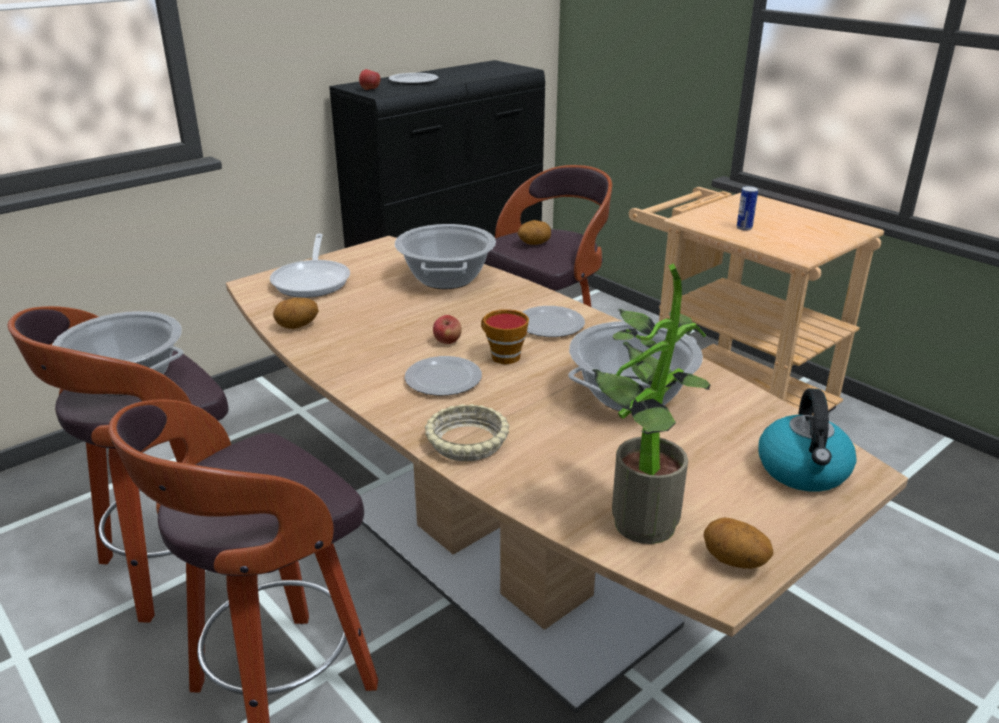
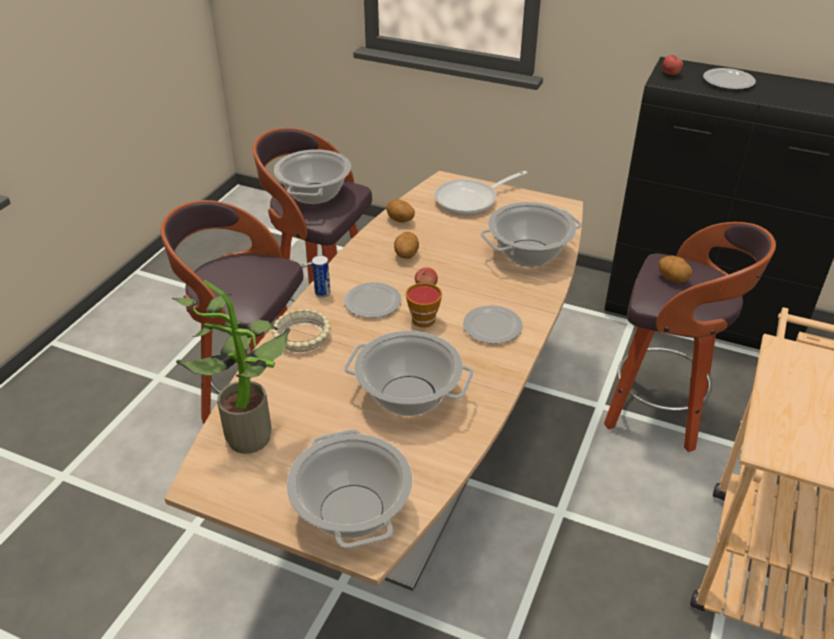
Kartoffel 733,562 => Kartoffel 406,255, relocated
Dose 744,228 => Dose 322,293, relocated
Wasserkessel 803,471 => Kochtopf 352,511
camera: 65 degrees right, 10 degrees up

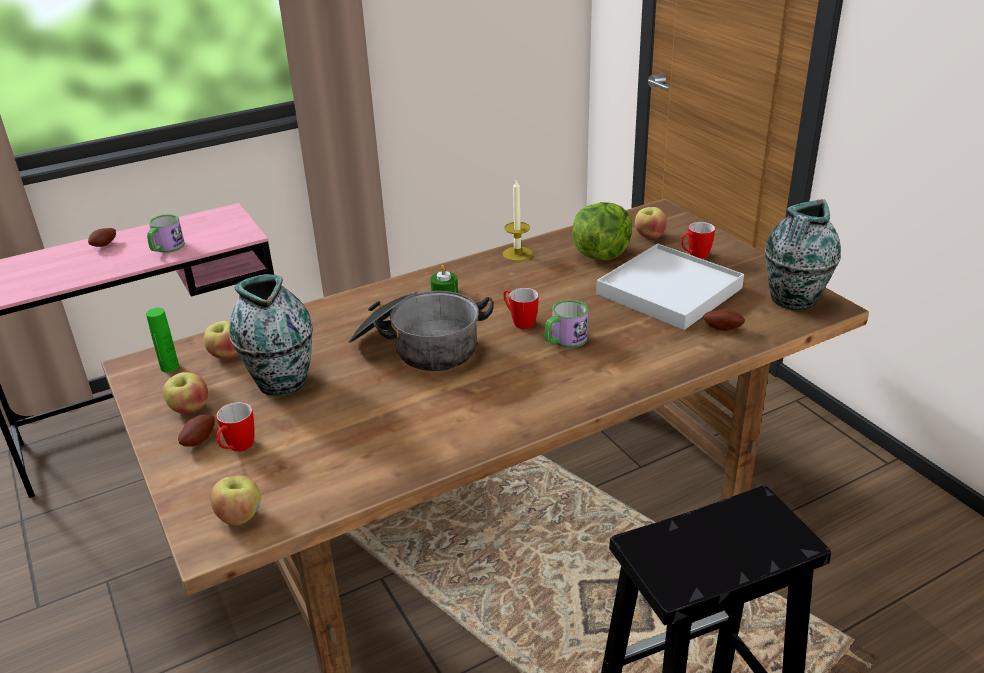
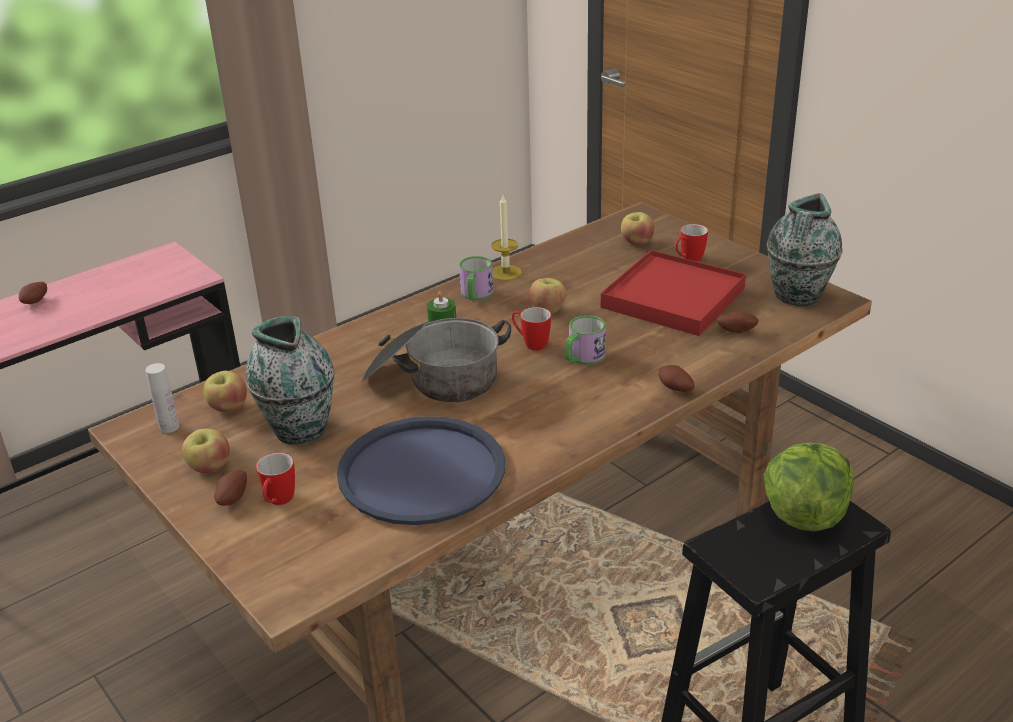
nothing => Tablett (blau) 421,472
nothing => Kartoffel 674,389
Henkelbecher 166,248 => Henkelbecher 475,295, relocated
Apfel 240,516 => Apfel 548,309, relocated
Salatkopf 601,254 => Salatkopf 804,514, relocated
Flasche (grün) 169,367 => Flasche (weiß) 169,427
Tablett (weiß) 669,291 => Tablett (rot) 673,298
camera: 10 degrees left, 0 degrees up

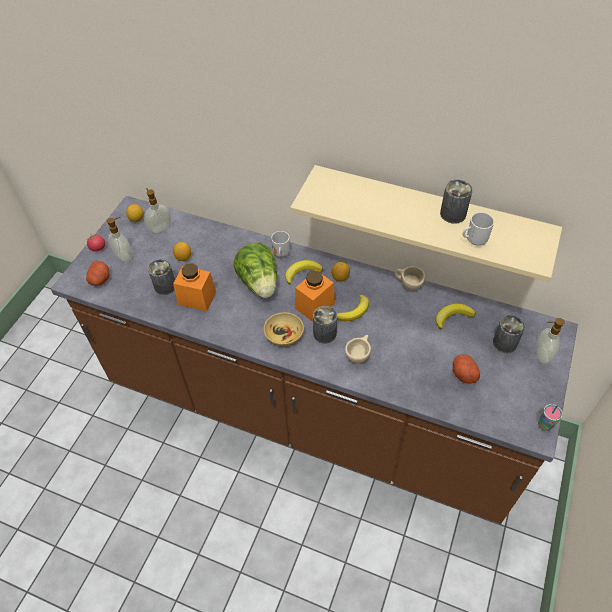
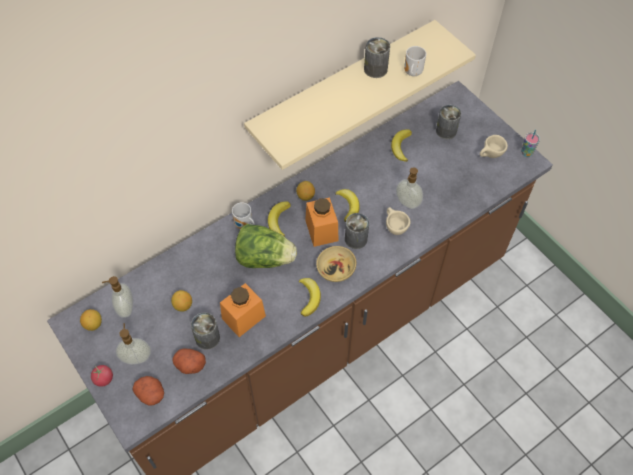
nothing => Banane 309,297
Tasse (beige) 407,286 => Tasse (beige) 490,156, relocated
Kartoffel 463,373 => Kartoffel 189,365, relocated
Seifenspender 541,355 => Seifenspender 407,203, relocated
camera: 60 degrees left, 5 degrees up

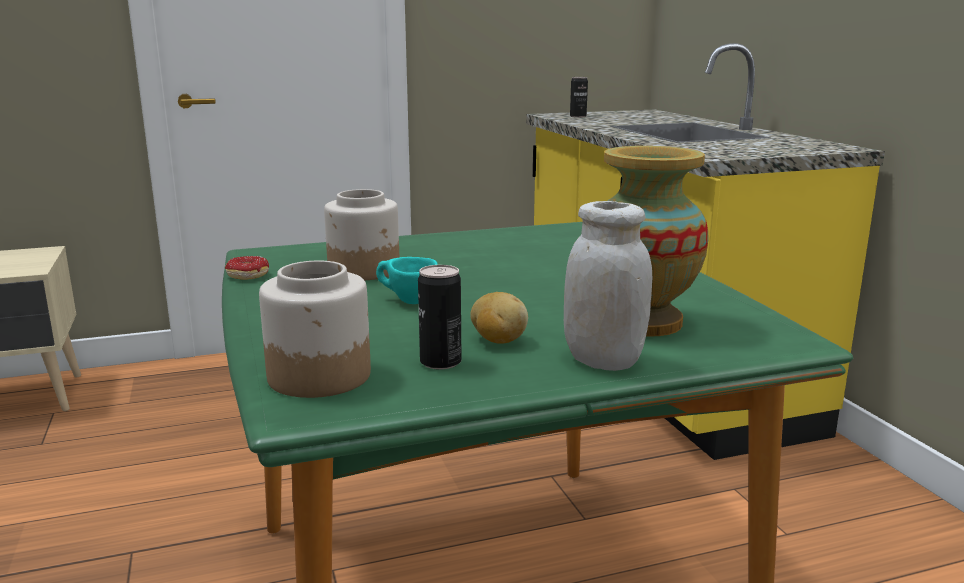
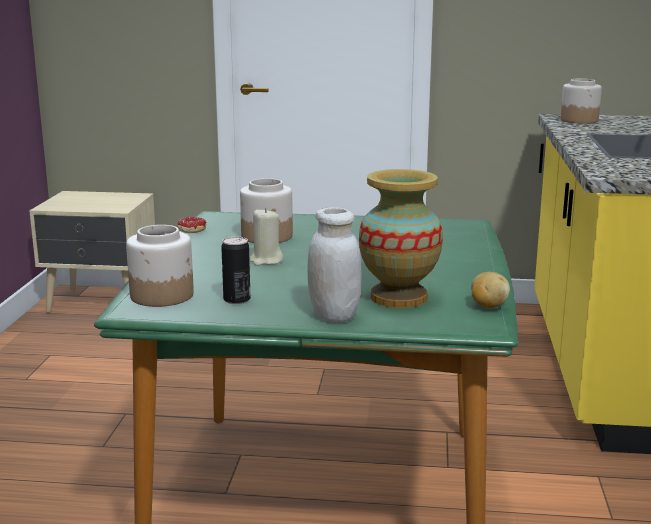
Kartoffel 497,341 => Kartoffel 487,306, relocated
Tasse (türkis) 406,301 => Kerze (beige) 266,261
Dose 578,116 => Vorratsglas 579,120
camera: 25 degrees right, 0 degrees up

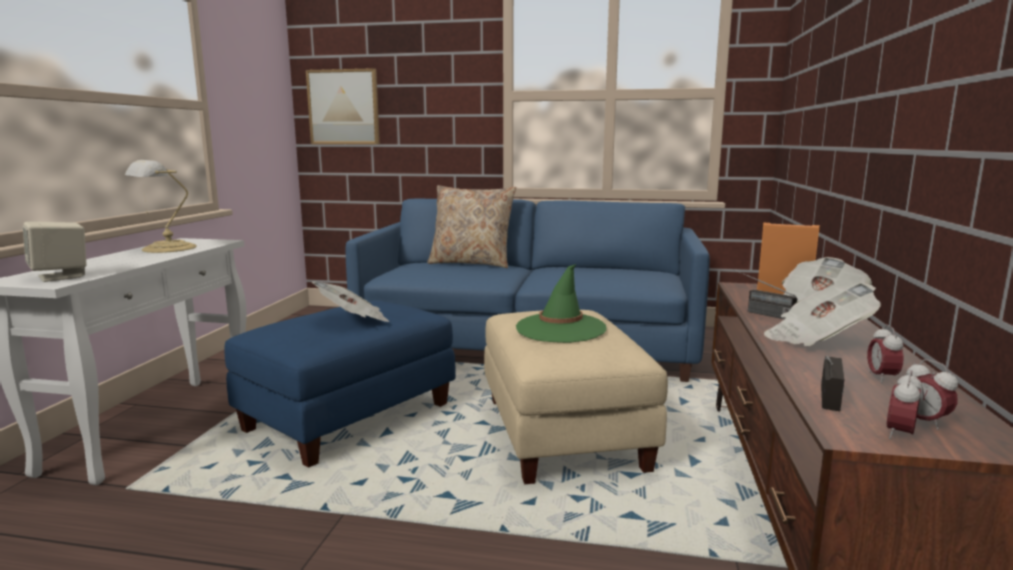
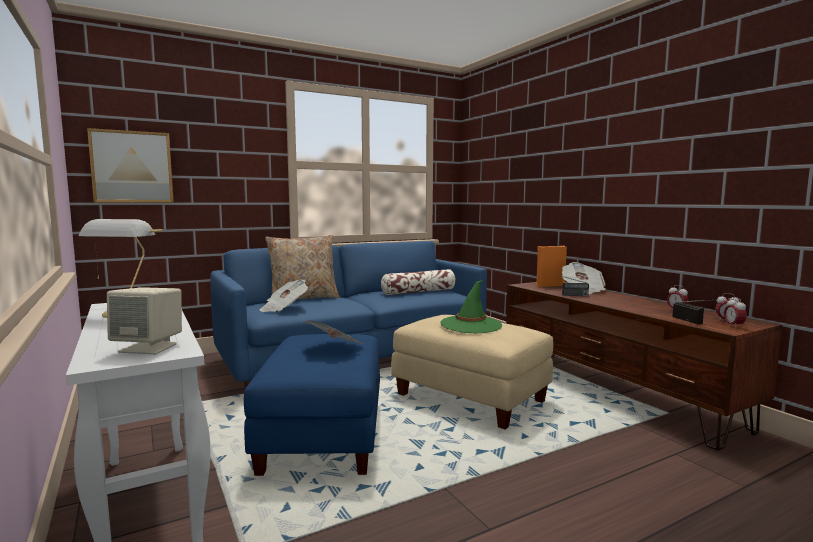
nothing => Kissen 419,292
Zeitung 816,339 => Zeitung 284,308, relocated
camera: 40 degrees left, 5 degrees down

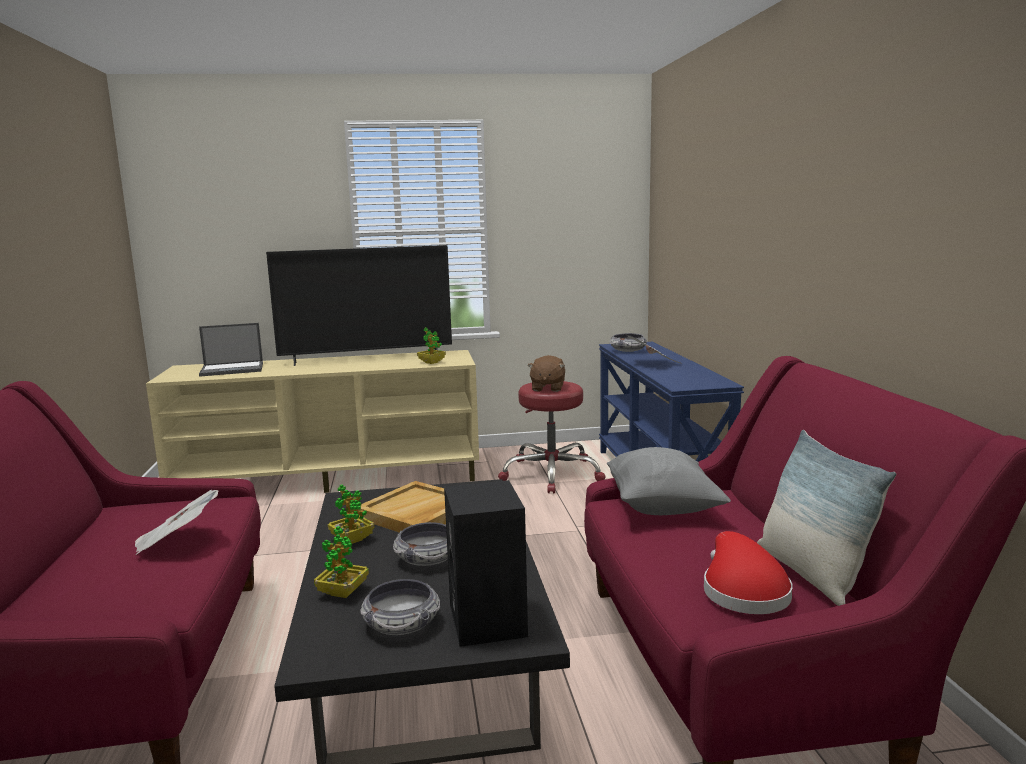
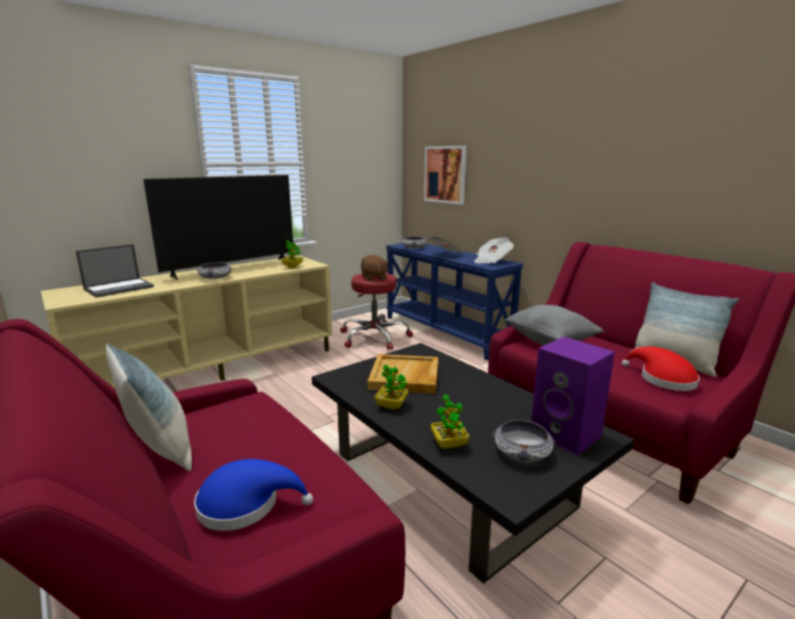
nothing => Kissen 160,449
nothing => Hut (blau) 245,504
nothing => Bild 445,174
Zeitung 176,543 => Zeitung 491,261, relocated
Schüssel 427,559 => Schüssel 215,278, relocated
Lautsprecher (schwarz) 489,622 => Lautsprecher (lila) 567,434
camera: 30 degrees left, 5 degrees up

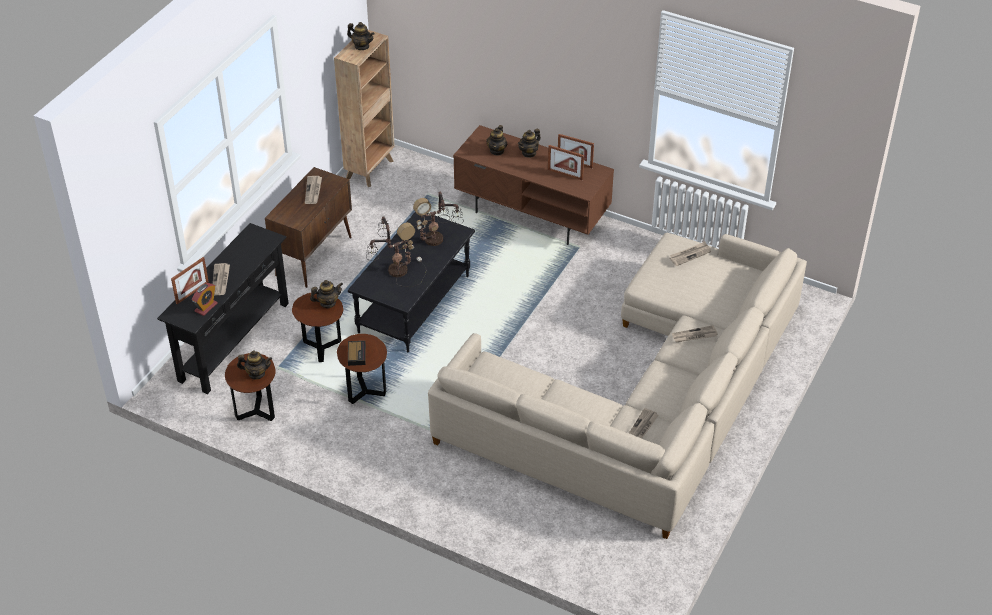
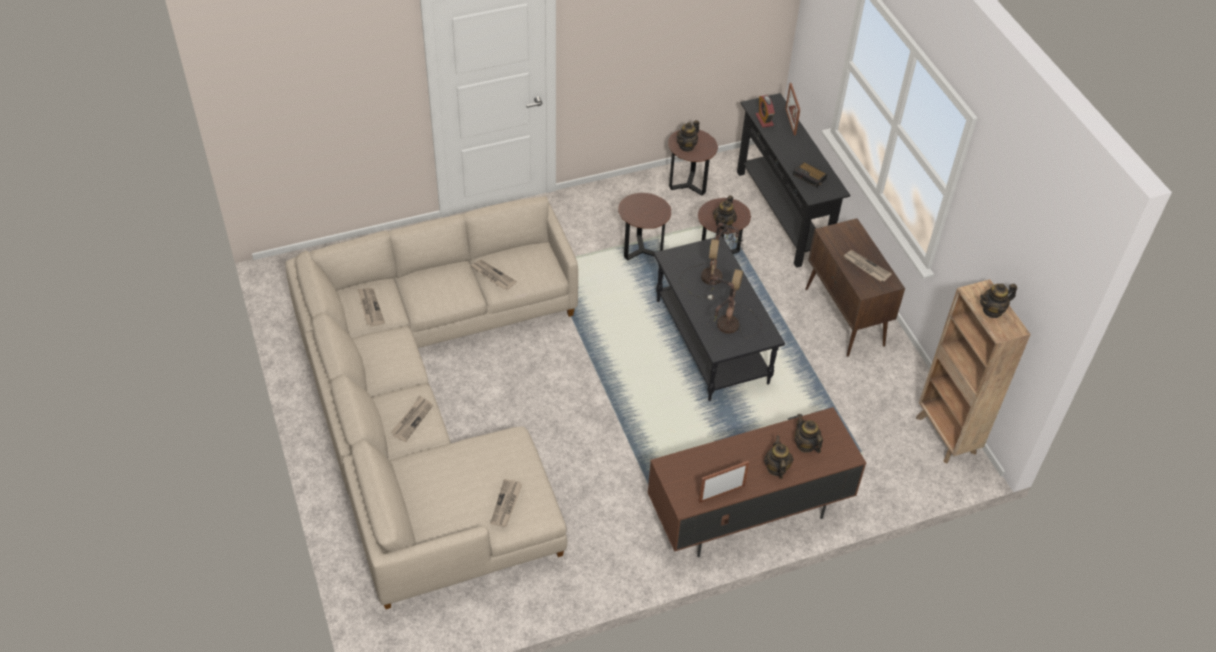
Bilderrahmen 565,174 => nothing
Zeitung 221,280 => Zeitung 492,276, relocated
Wecker 356,354 => Wecker 810,177, relocated
camera: 130 degrees right, 5 degrees up

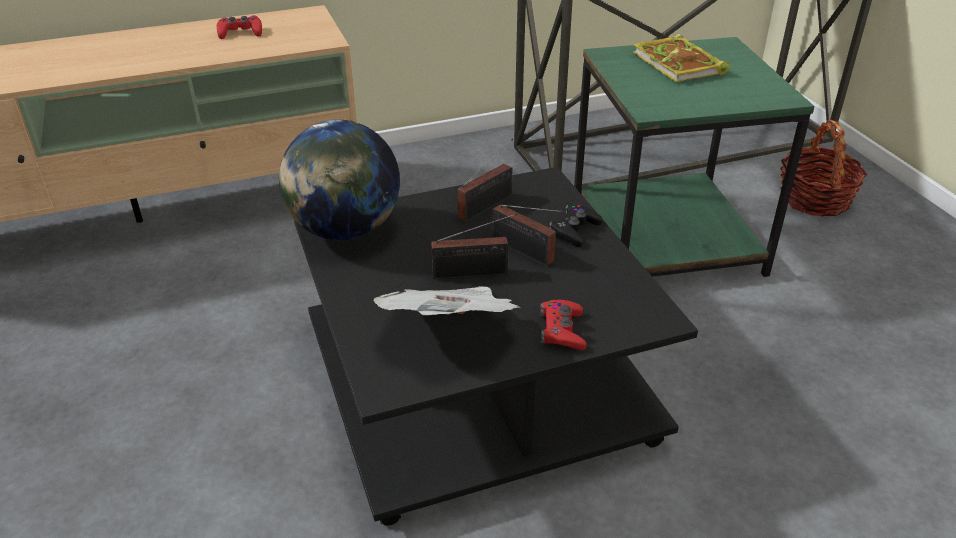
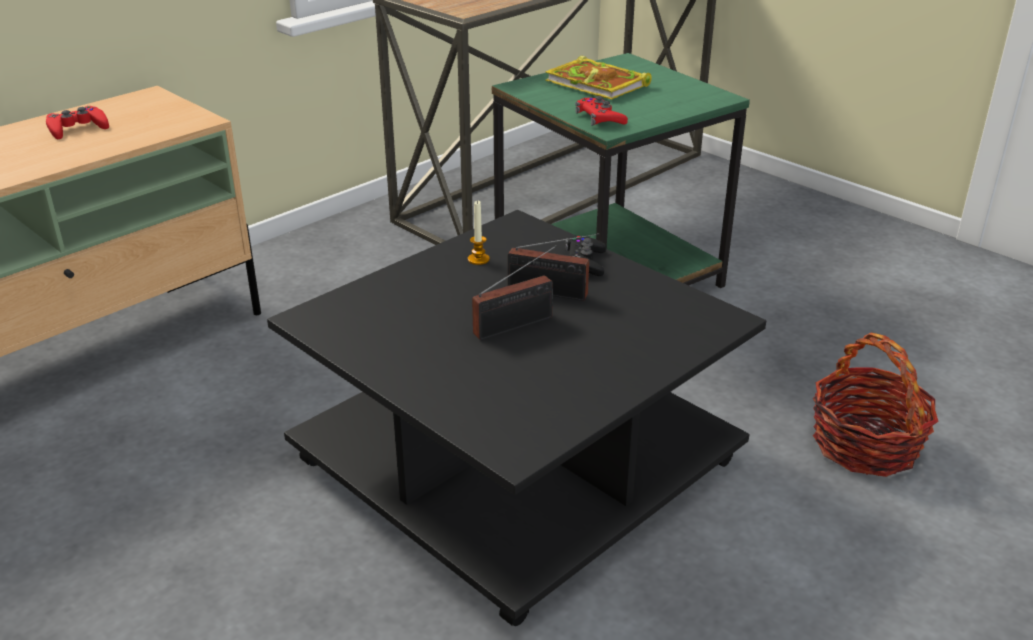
Globus 345,231 => nothing
Zeitung 451,329 => nothing
Gamepad (rot) 562,330 => Gamepad (rot) 600,118, relocated
Korb 815,199 => Korb 865,445, relocated
Radio 488,205 => Kerze 478,259
camera: 25 degrees left, 5 degrees down

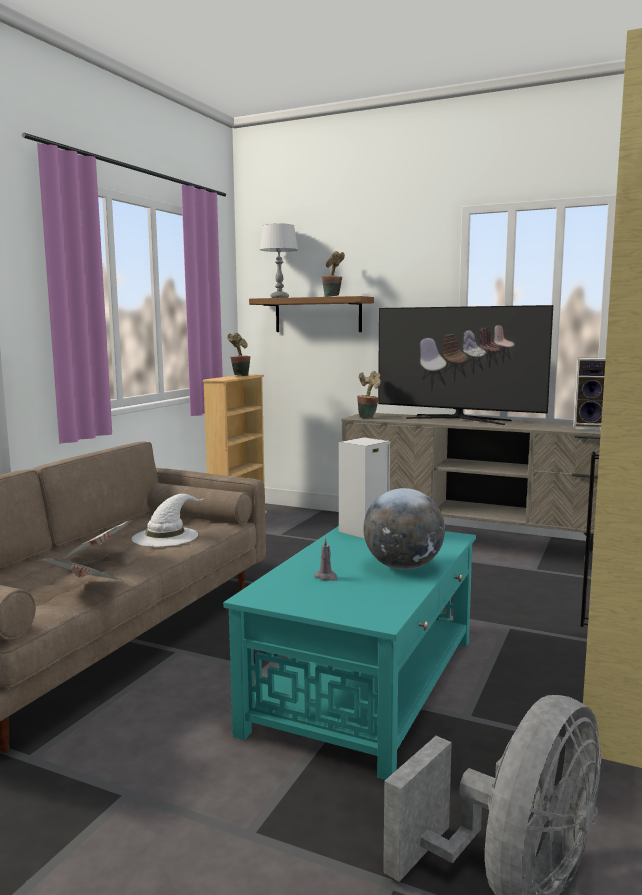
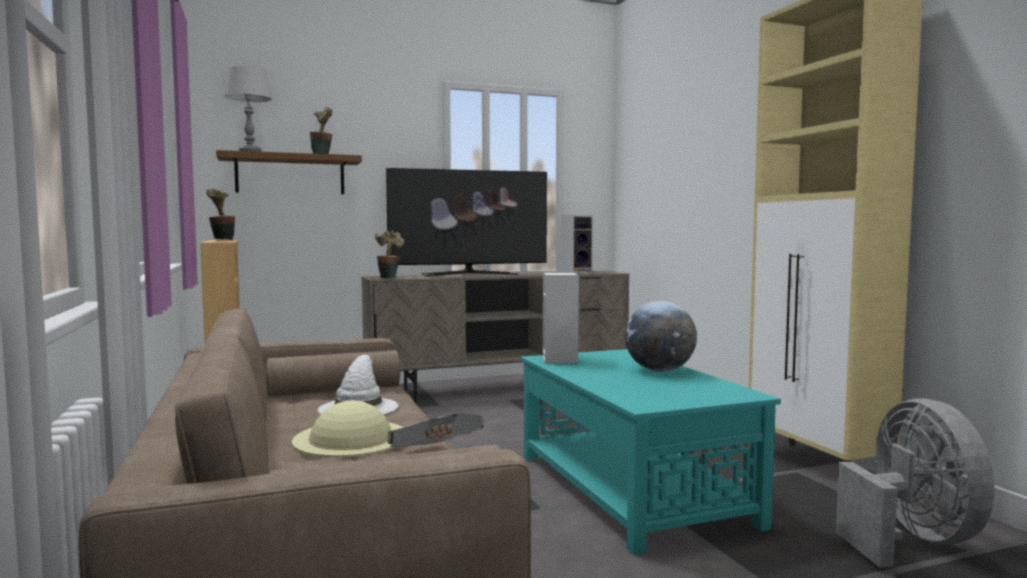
Kerze (grau) 326,577 => nothing
Zeitung 96,559 => Hut (beige) 351,438
camera: 45 degrees left, 5 degrees down

